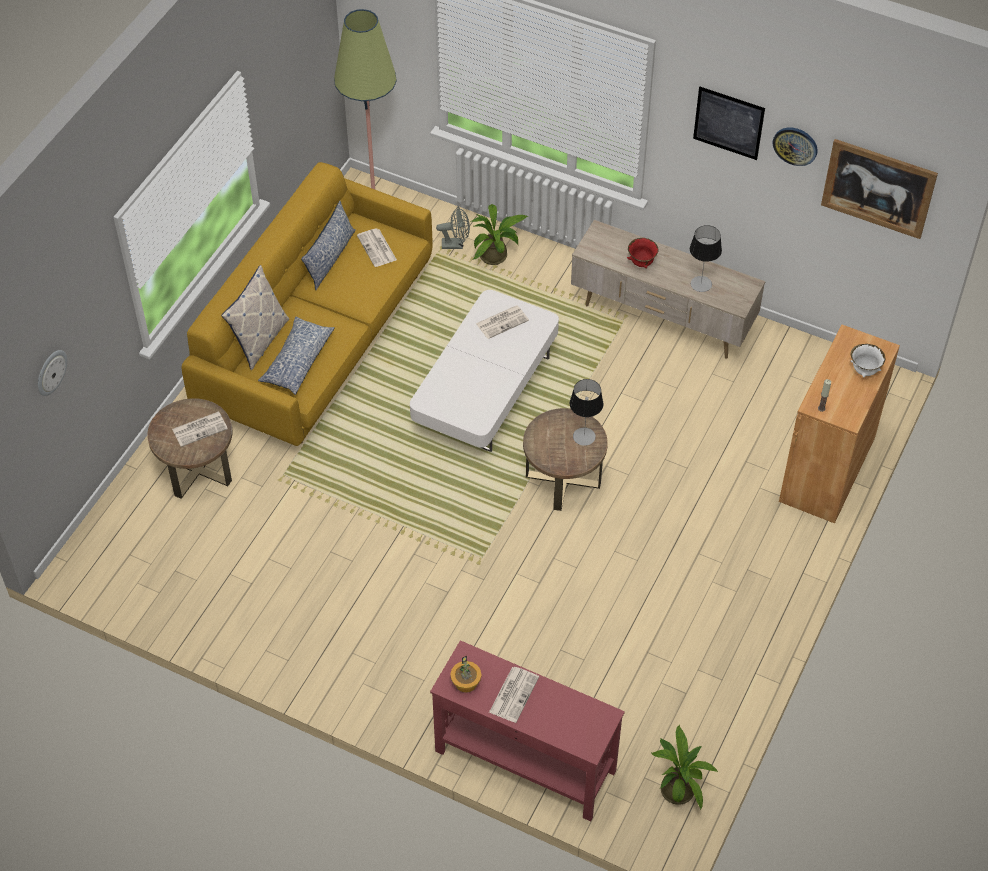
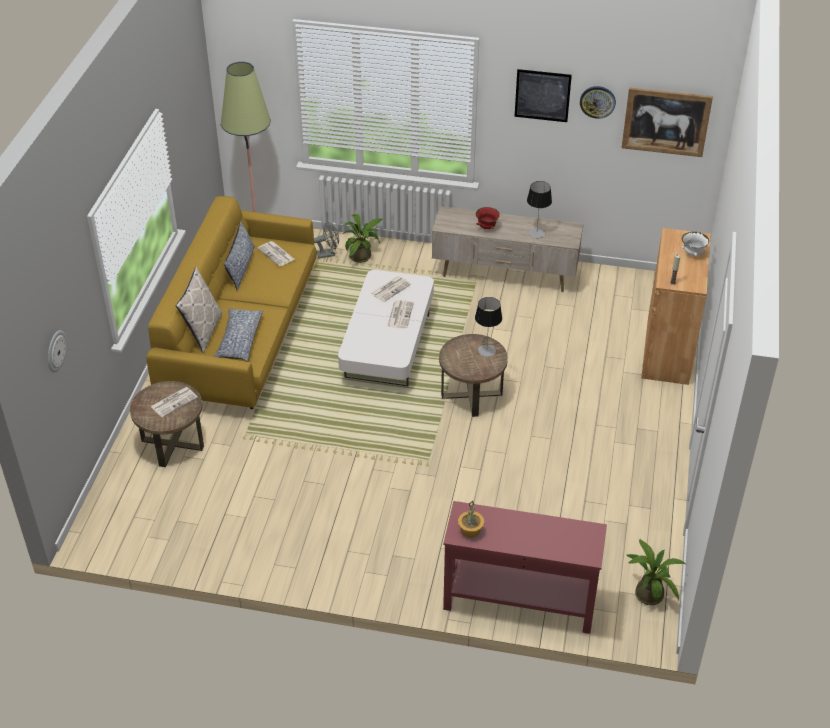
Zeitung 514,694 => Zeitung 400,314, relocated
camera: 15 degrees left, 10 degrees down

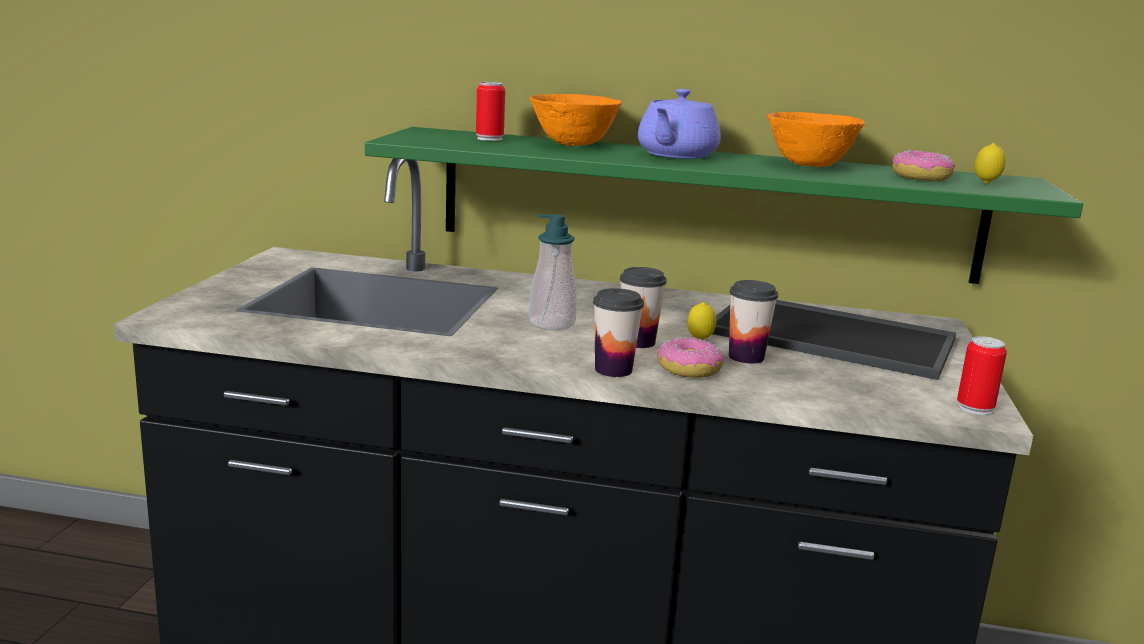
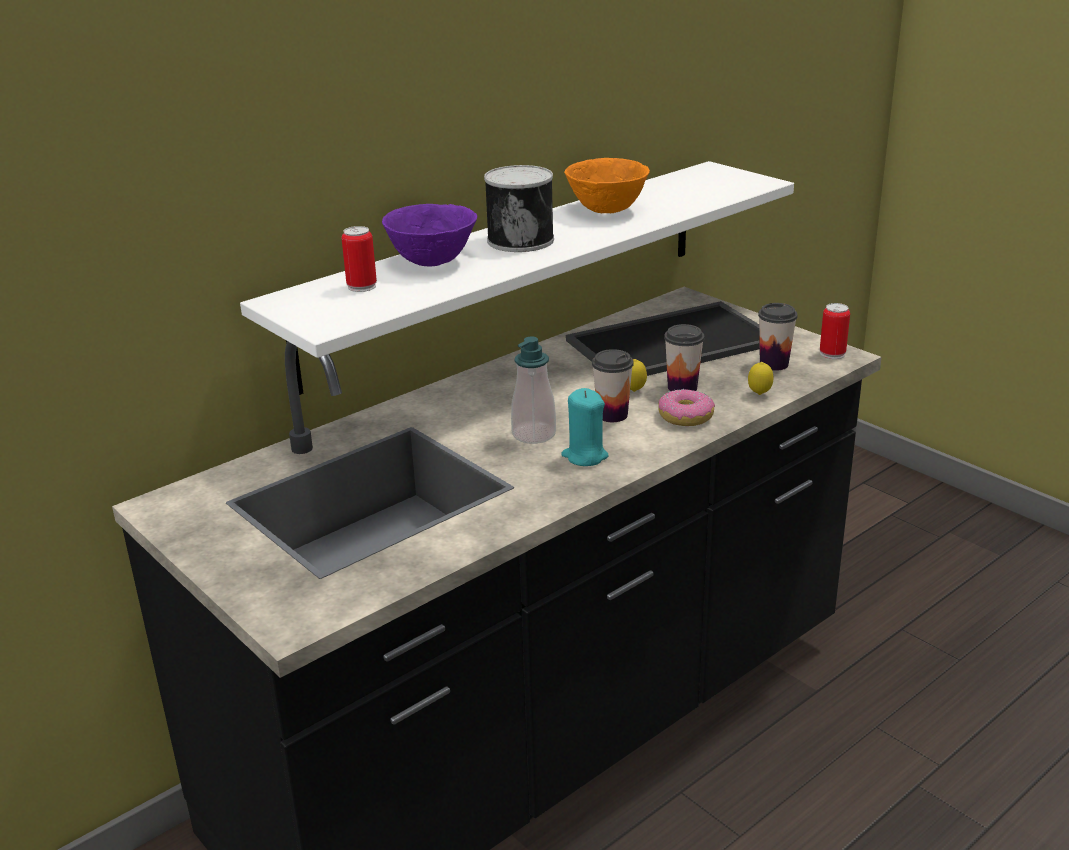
Donut 920,177 => nothing
nothing => Kerze (türkis) 585,456
Tasse 613,370 => Tasse 774,364, relocated
Zitrone 986,183 => Zitrone 759,394, relocated
Teekanne (lila) 676,155 => Dose 521,240
Wandregal (grün) 705,204 => Wandregal (weiß) 509,269
Schüssel (orange) 573,145 => Schüssel (lila) 433,262
camera: 50 degrees left, 10 degrees up

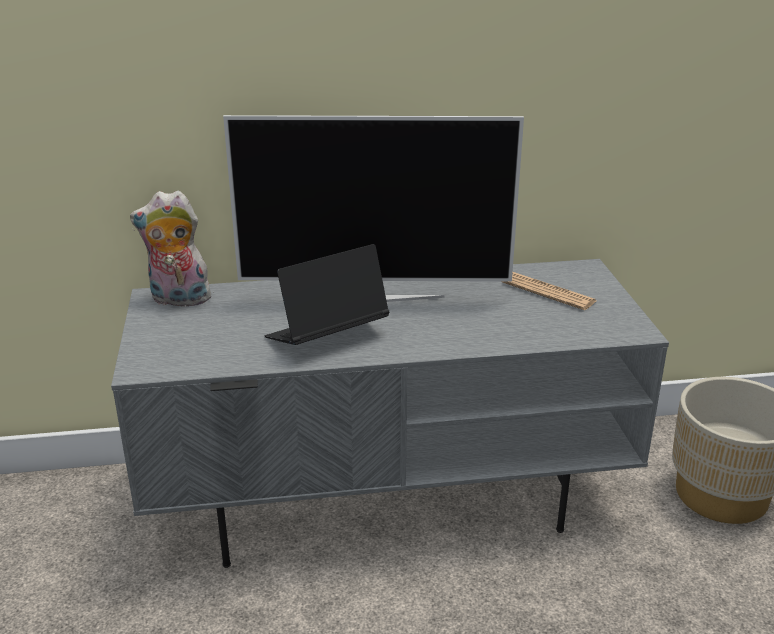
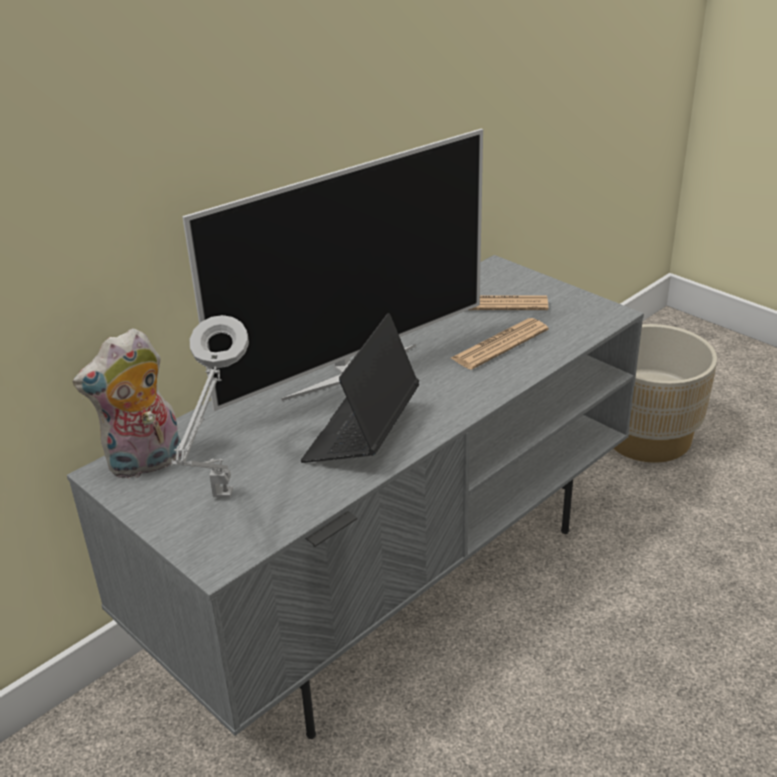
nothing => Tischlampe (grau) 222,499
nothing => Zeitung 499,345
camera: 35 degrees left, 5 degrees up

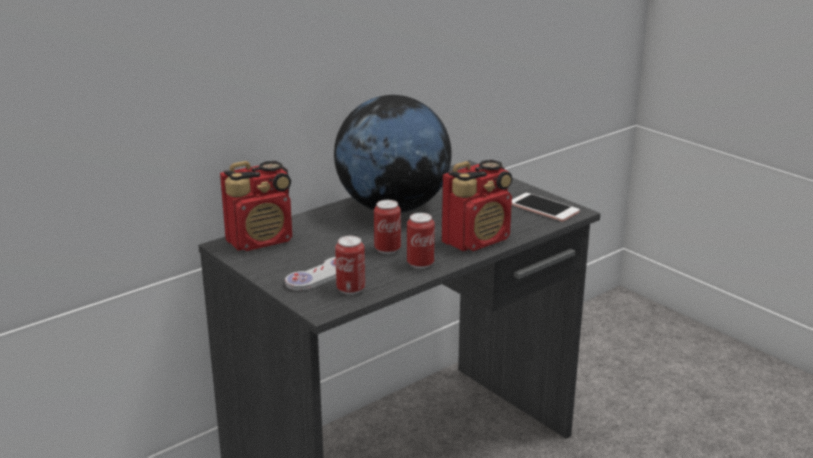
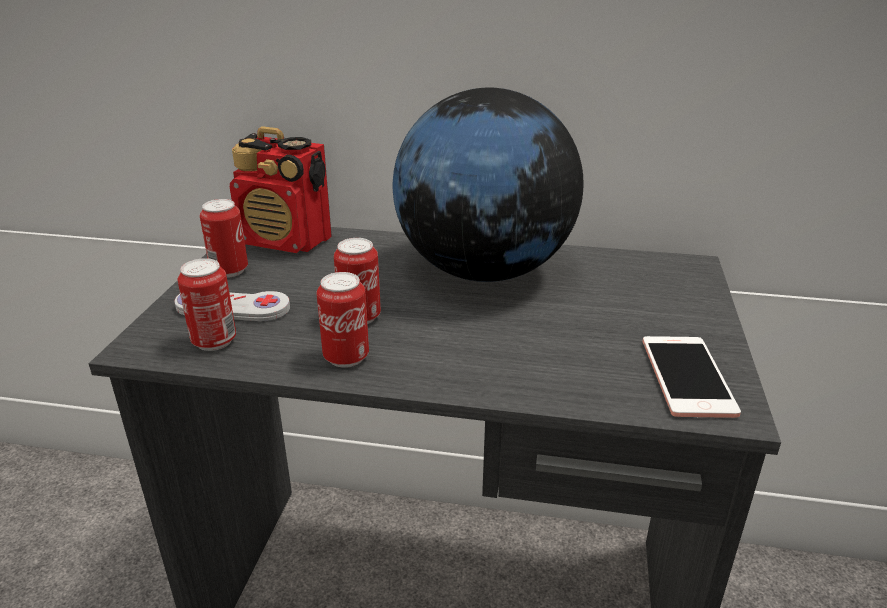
Radio 477,240 => nothing
nothing => Dose 229,271
camera: 50 degrees right, 5 degrees up

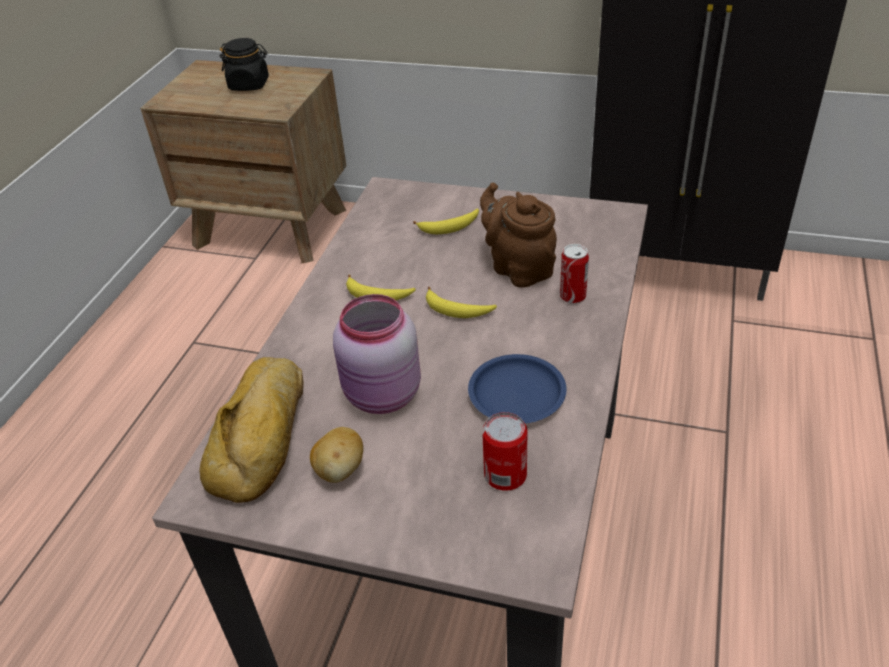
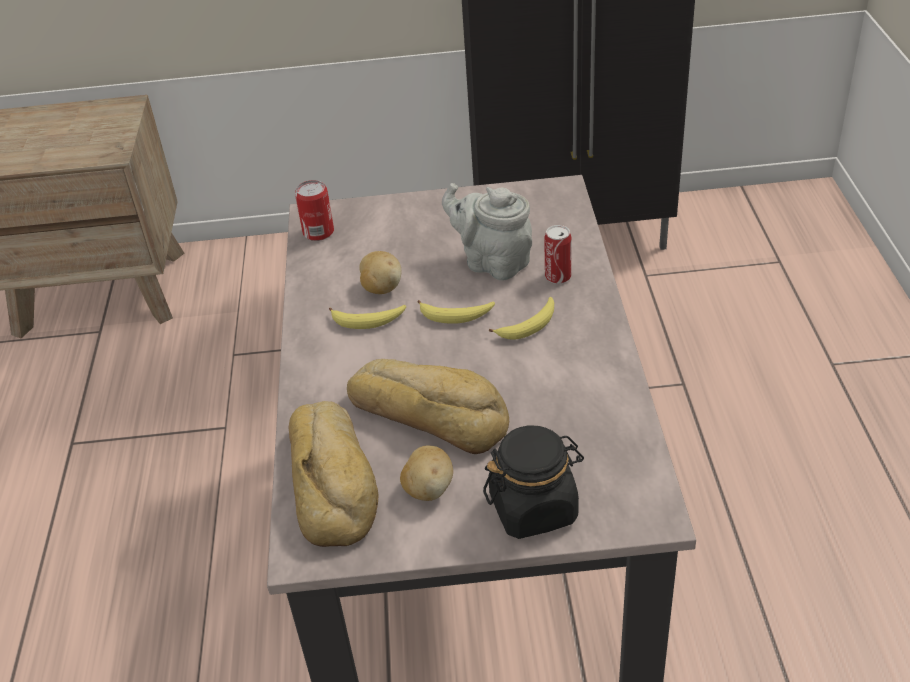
Teller (blau) 516,394 => nothing
nothing => Kartoffel 381,288
Vorratsglas (schwarz) 249,85 => Vorratsglas (schwarz) 534,508, relocated
Banane 449,227 => Banane 529,325, relocated
Dose 505,475 => Dose 318,232, relocated
Vorratsglas (rosa) 382,396 => Brot 429,413
Teekanne (braun) 518,268 => Teekanne (grau) 493,262
camera: 20 degrees left, 0 degrees up

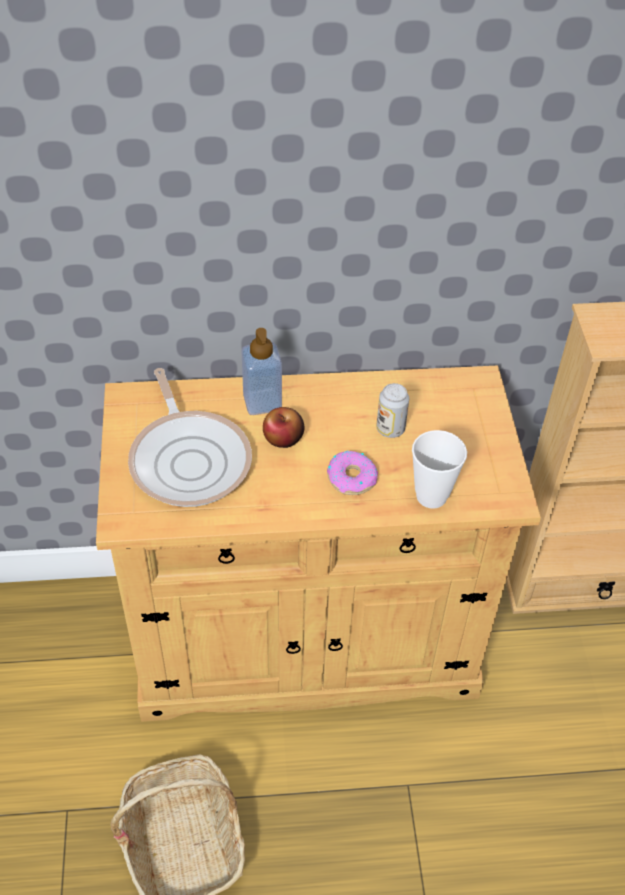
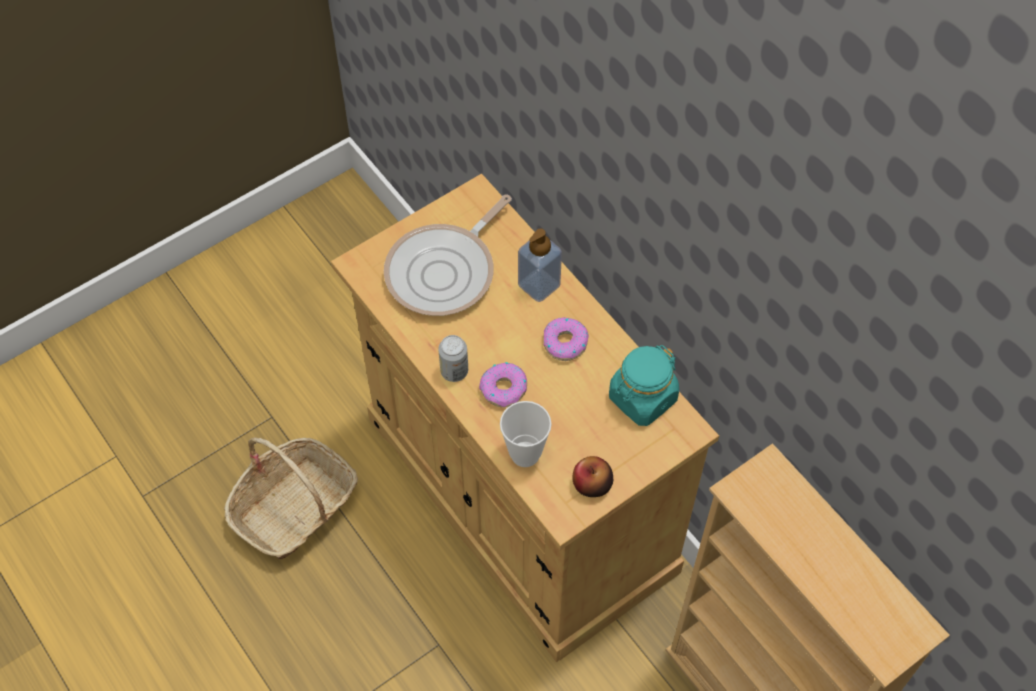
nothing => Donut 565,342
nothing => Vorratsglas (türkis) 642,398
Apfel 283,438 => Apfel 592,484, relocated
Dose 390,429 => Dose 454,371, relocated
camera: 60 degrees right, 10 degrees up

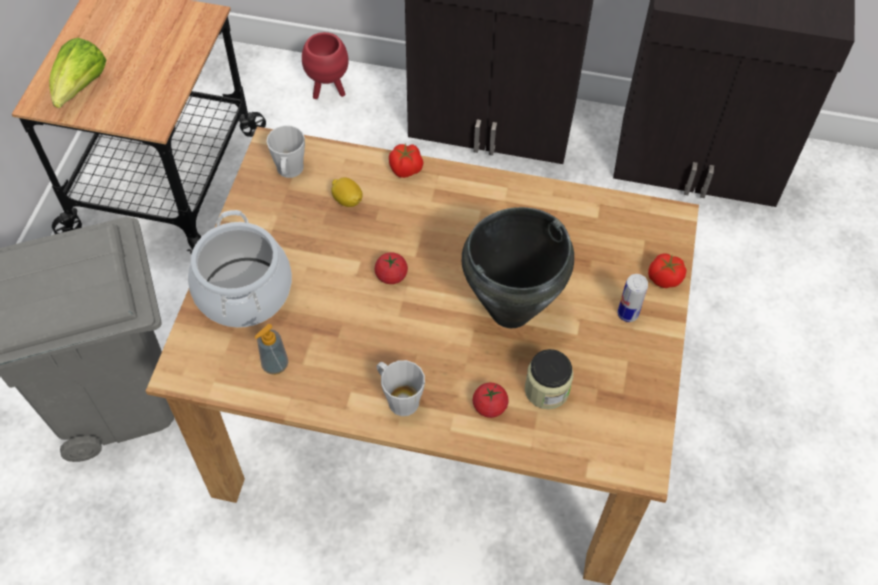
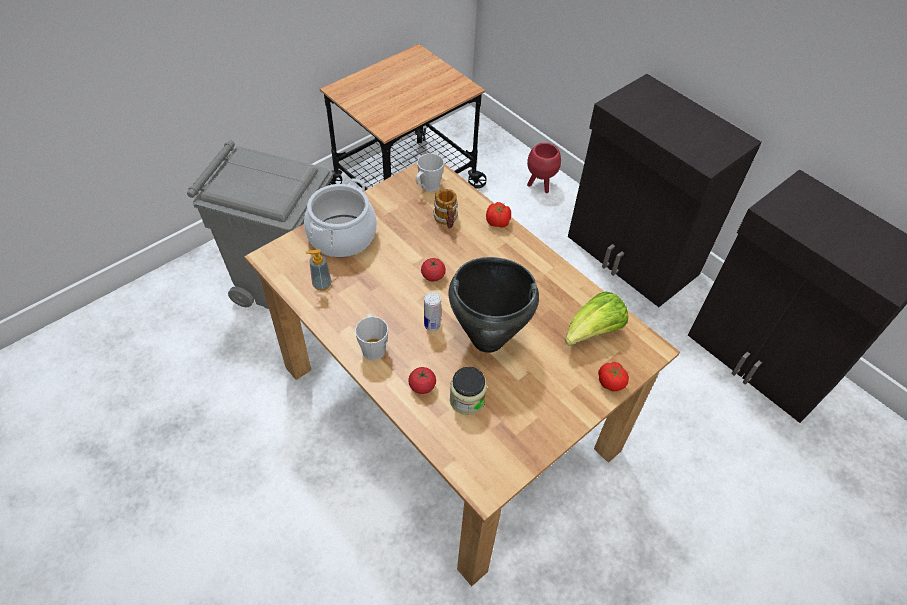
Salatkopf 81,88 => Salatkopf 592,332, relocated
Dose 627,314 => Dose 432,325, relocated
Zitrone 347,200 => Henkelbecher 446,220
camera: 35 degrees right, 5 degrees down

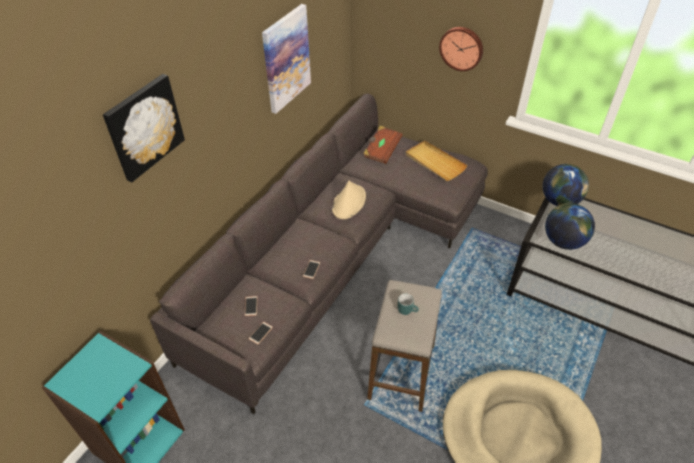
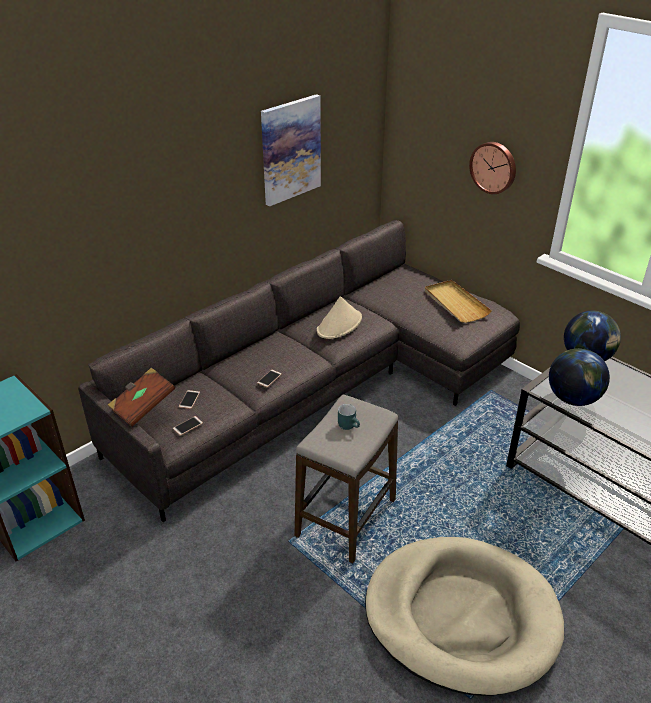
Bild 143,127 => nothing
Buch (braun) 381,151 => Buch (braun) 143,406, relocated
camera: 15 degrees right, 10 degrees down

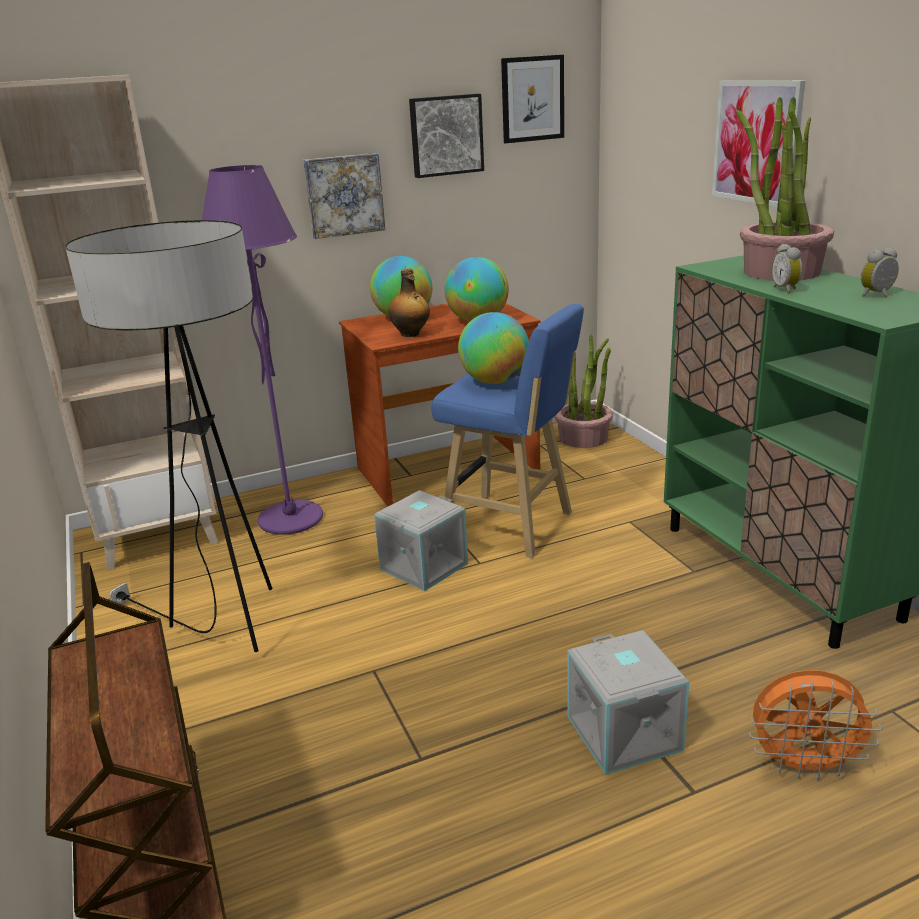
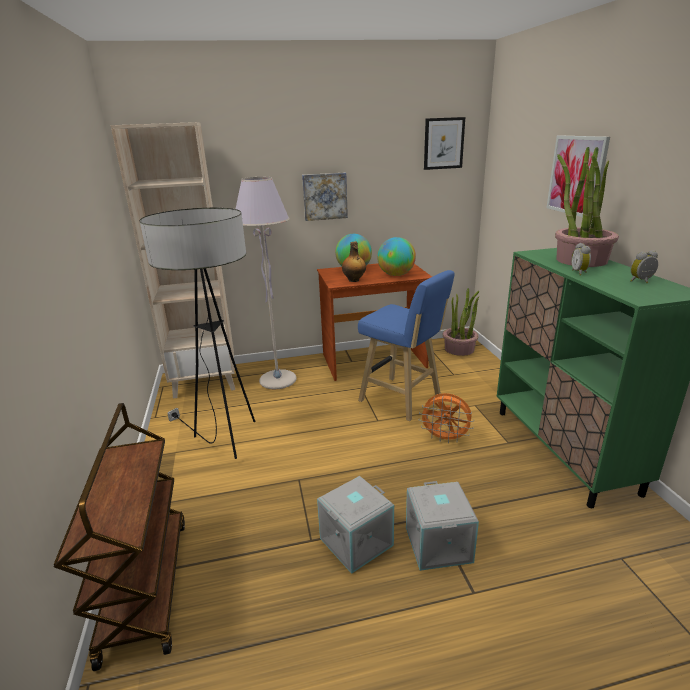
Bild 446,135 => nothing
Globus 494,381 => nothing
Aufbewahrungsbox (grau) 423,566 => Aufbewahrungsbox (grau) 356,541, relocated
Ventilator (orange) 804,766 => Ventilator (orange) 445,438, relocated
Stehlampe (lila) 290,519 => Stehlampe (grau) 277,380
camera: 10 degrees right, 0 degrees up

